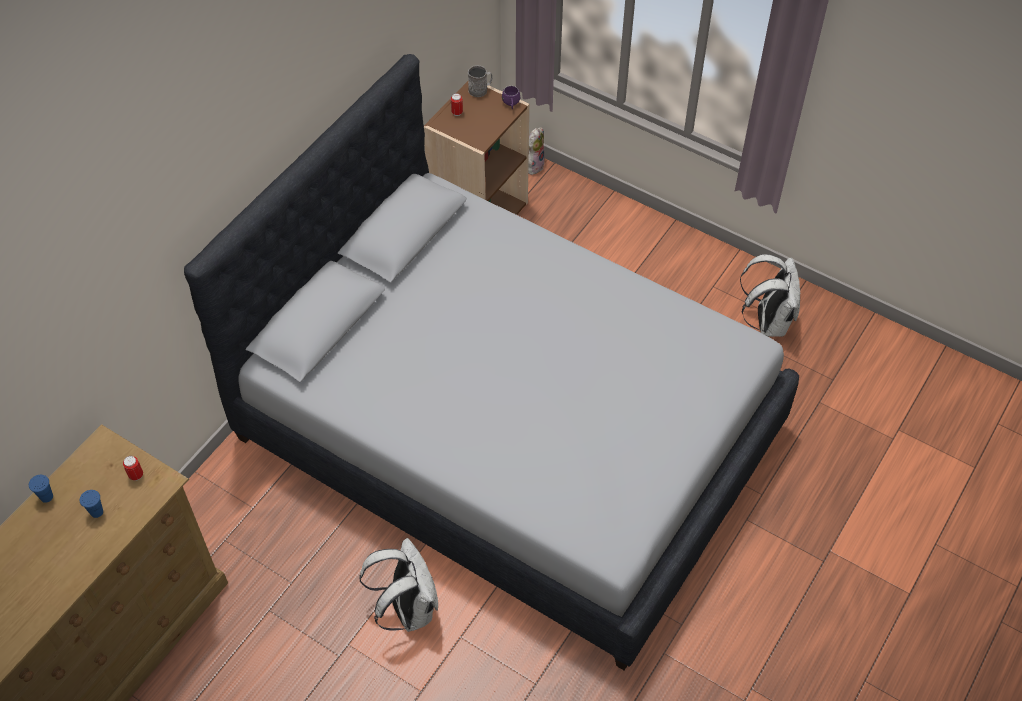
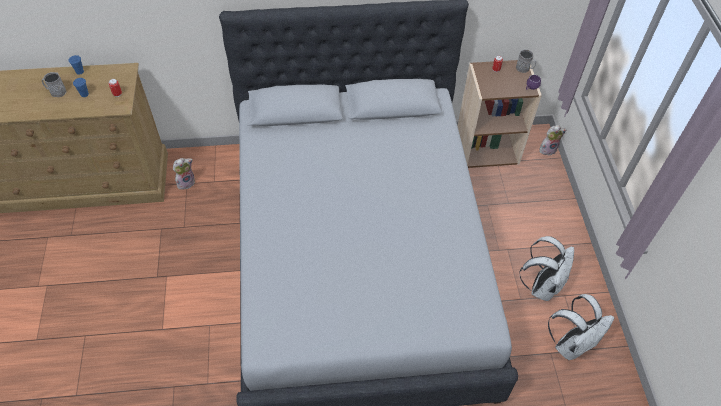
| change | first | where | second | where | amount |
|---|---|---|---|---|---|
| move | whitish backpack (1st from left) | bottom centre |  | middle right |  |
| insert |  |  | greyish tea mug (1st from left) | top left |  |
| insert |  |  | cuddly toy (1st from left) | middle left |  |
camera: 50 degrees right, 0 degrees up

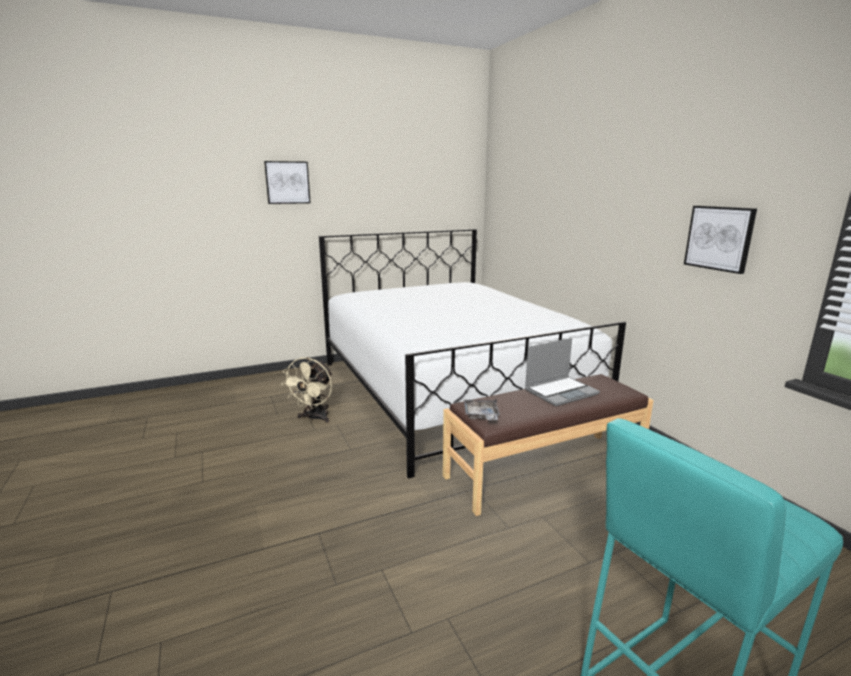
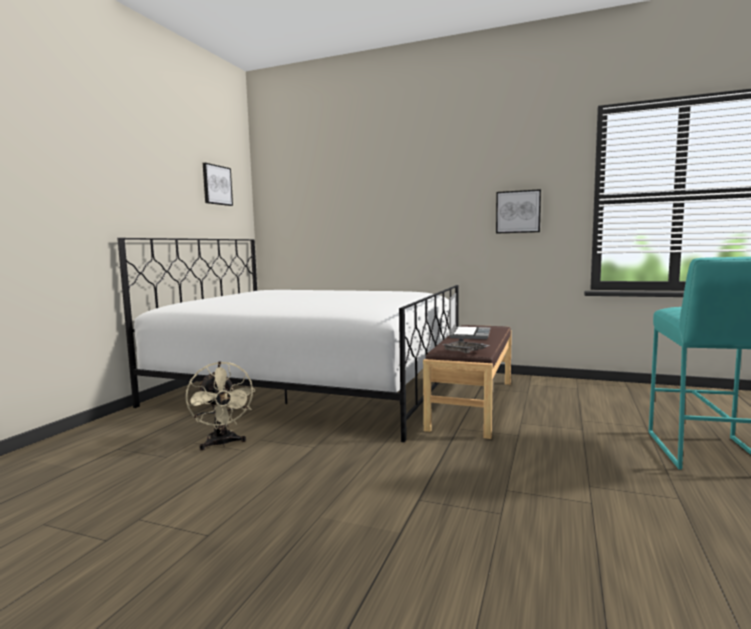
| change | first | where | second | where | amount |
|---|---|---|---|---|---|
| move | wall picture (1st from left) | top centre |  | top left |  |
camera: 45 degrees left, 10 degrees down

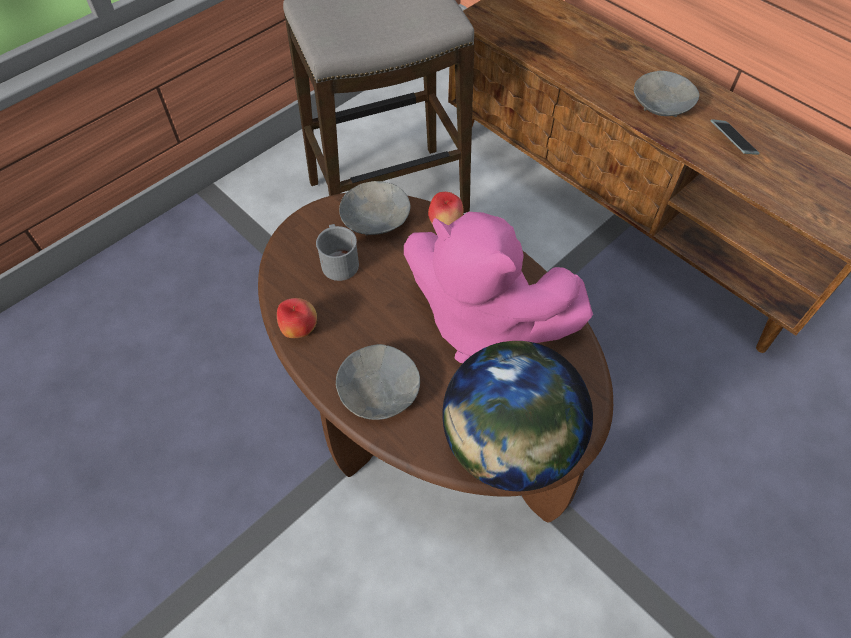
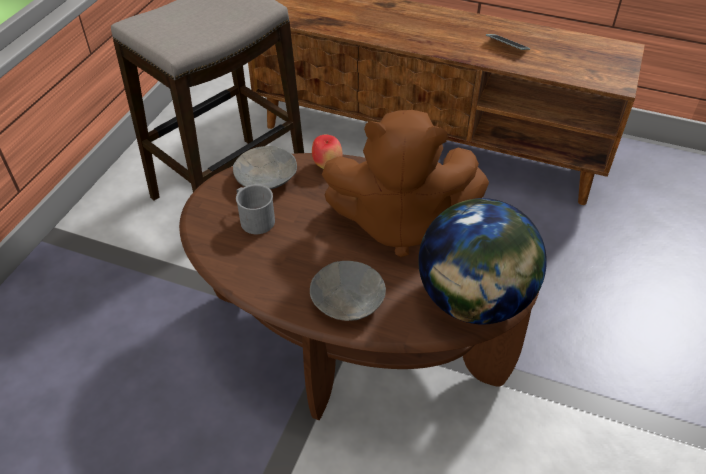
| change | first | where | second | where | amount |
|---|---|---|---|---|---|
| delete | apple (1st from left) | centre |  |  |  |
| recolor | pinkish cuddly toy | centre | brown-coloured cuddly toy | centre |  |
| delete | greyish bowl (3rd from left) | top right |  |  |  |
camera: 25 degrees left, 10 degrees down

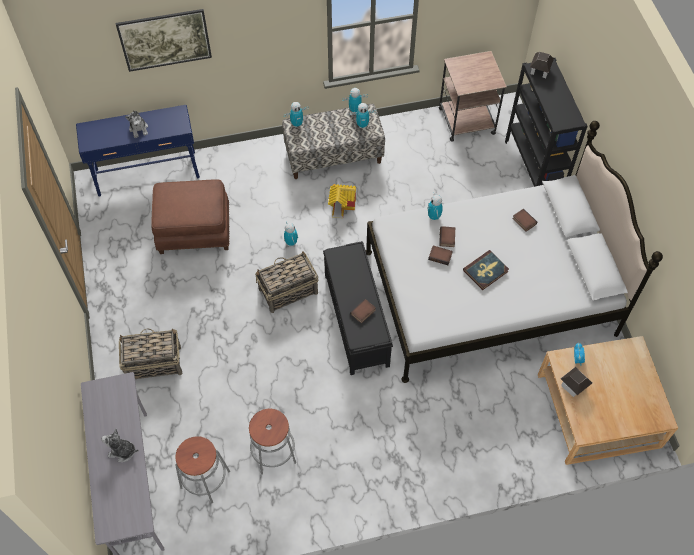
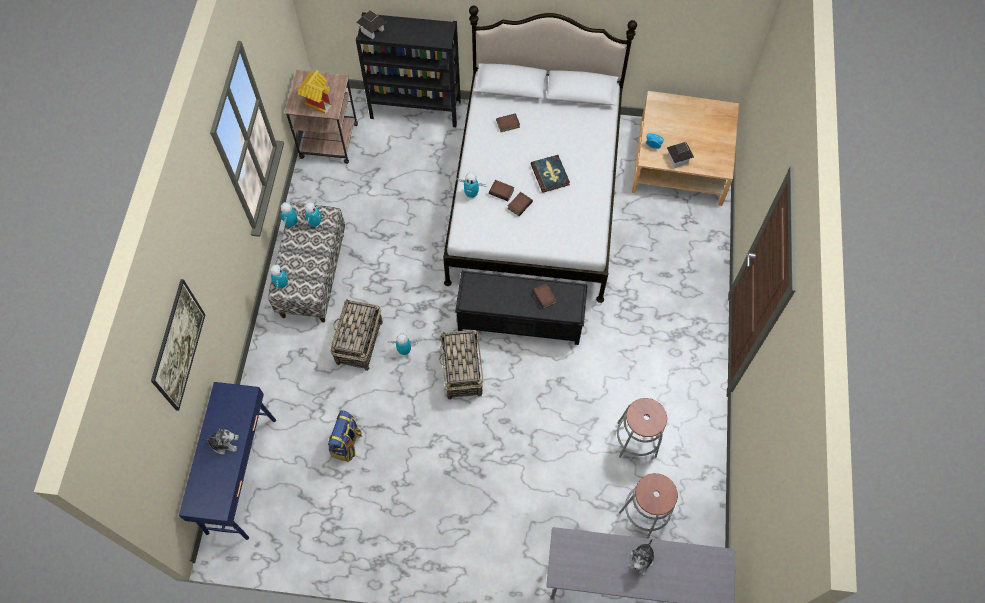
| change | first | where | second | where | amount |
|---|---|---|---|---|---|
| move | storage basket (1st from left) | middle left |  | centre |  |
| replace | brown-coloured footrest | middle left | backpack | bottom centre |  |
| move | model house (1st from left) | centre |  | top left |  |
camera: 70 degrees left, 5 degrees up

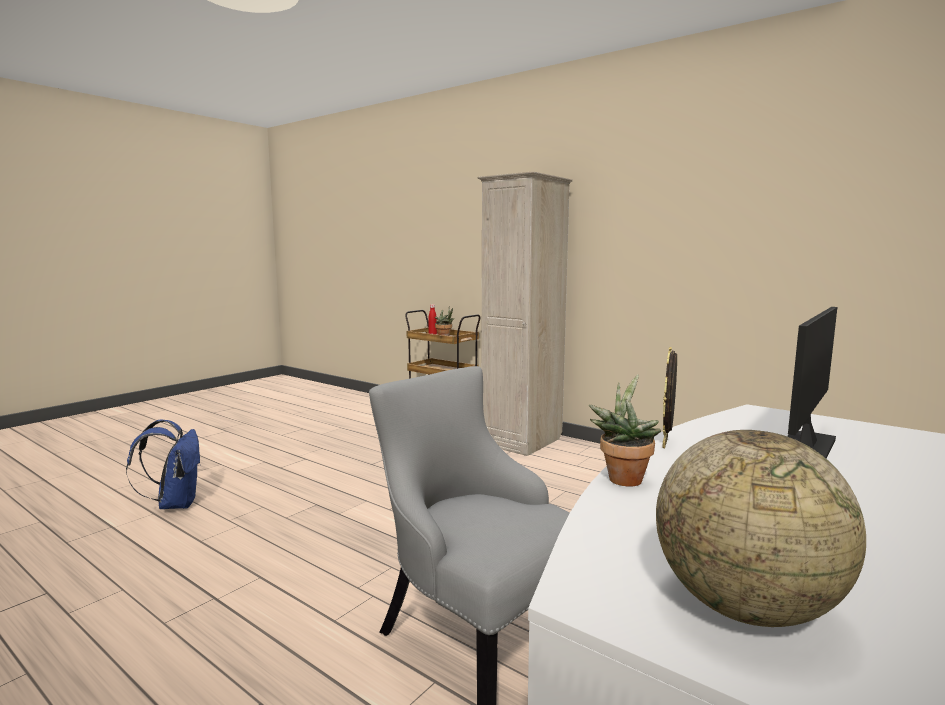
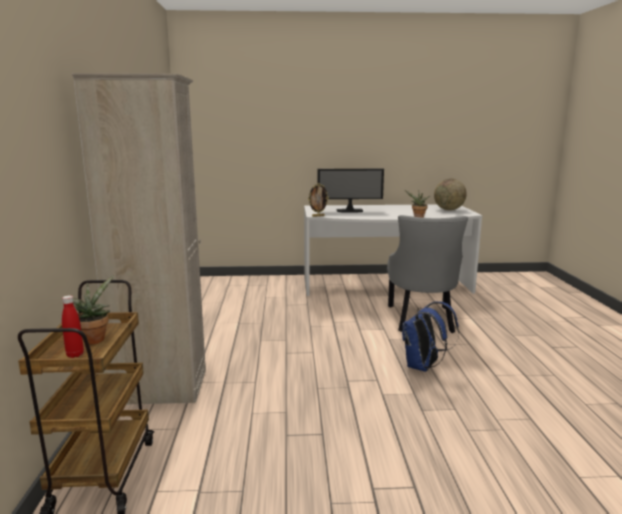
| change | first | where | second | where | amount |
|---|---|---|---|---|---|
| move | blue-coloured backpack | middle left |  | middle right |  |
| move | standing frame | middle right |  | centre |  |
camera: 130 degrees left, 5 degrees up

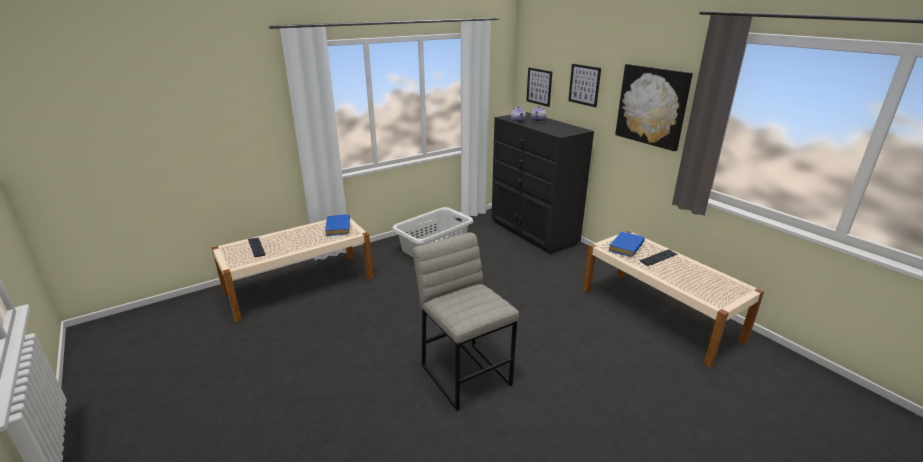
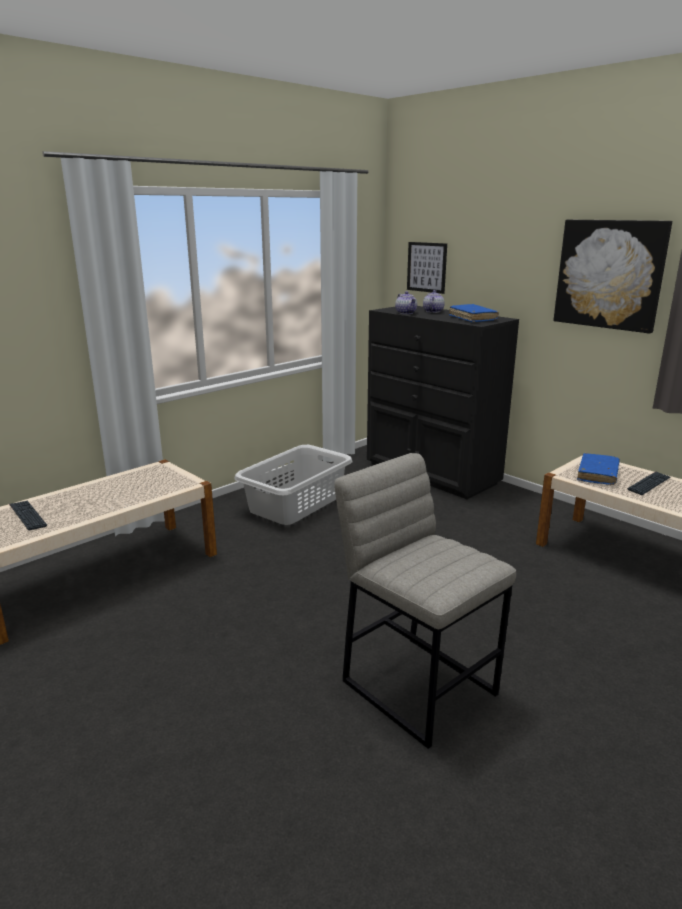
| change | first | where | second | where | amount |
|---|---|---|---|---|---|
| move | blue-coloured book (1st from left) | centre |  | middle right |  |
| delete | wall picture (2nd from left) | top centre |  |  |  |
camera: 10 degrees left, 5 degrees down

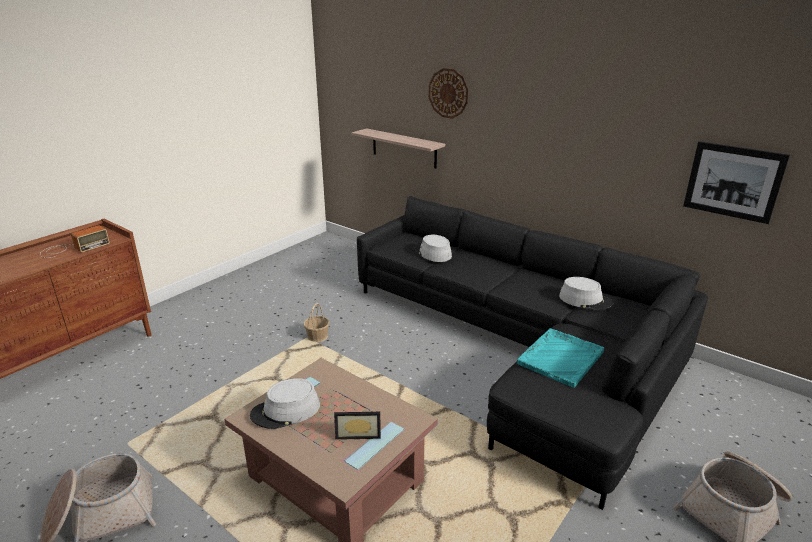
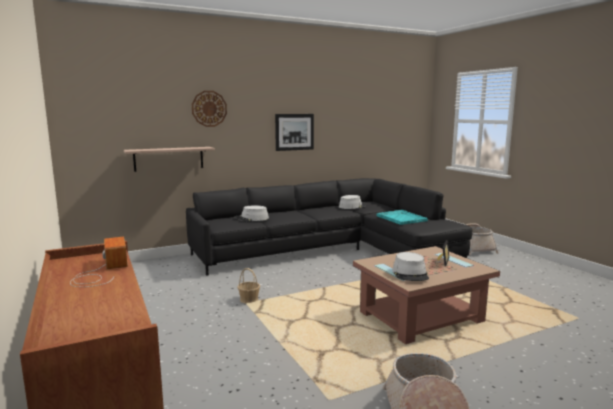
| change | first | where | second | where | amount |
|---|---|---|---|---|---|
| move | wall picture | middle right |  | top centre |  |
camera: 65 degrees left, 15 degrees down

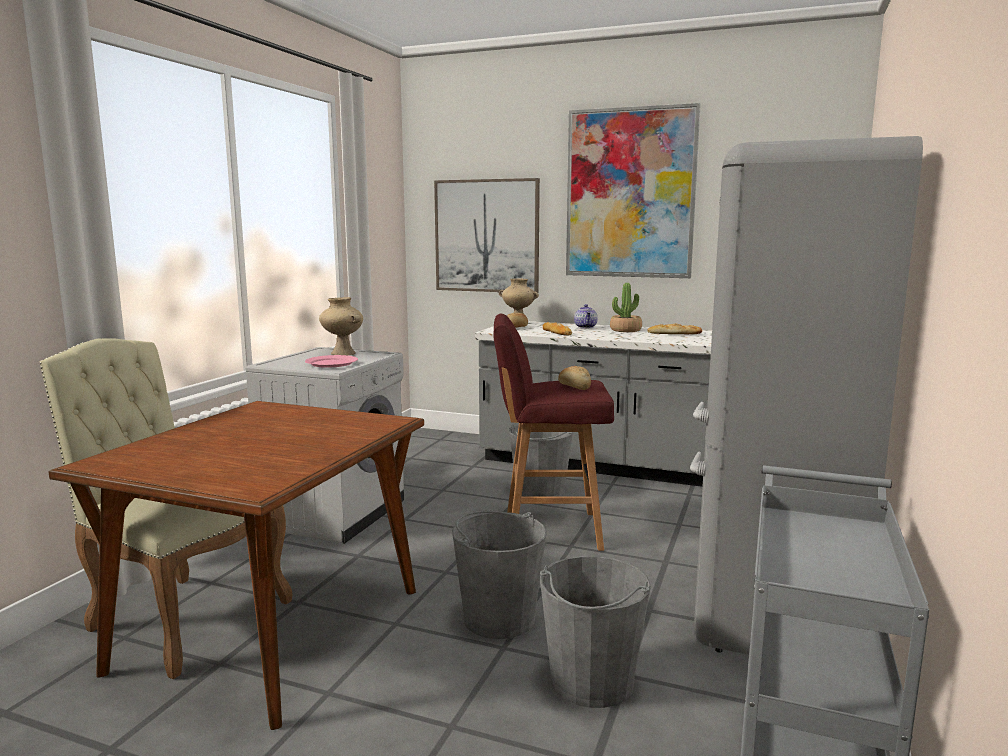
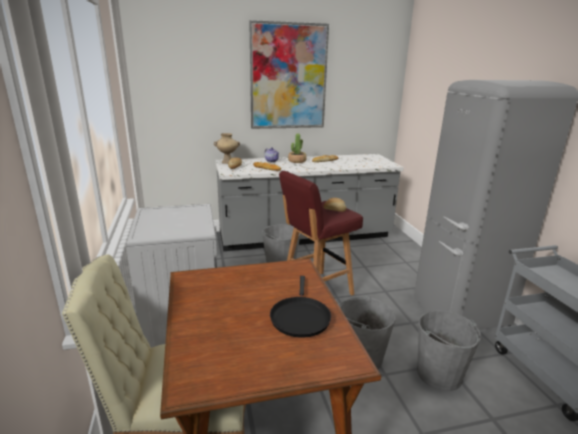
| change | first | where | second | where | amount |
|---|---|---|---|---|---|
| delete | pinkish flat dish | middle left |  |  |  |
| delete | sand-coloured flower vase (1st from left) | centre |  |  |  |
| delete | wall picture (1st from left) | top centre |  |  |  |
| insert |  |  | black pan | bottom centre |  |
camera: 35 degrees left, 10 degrees up

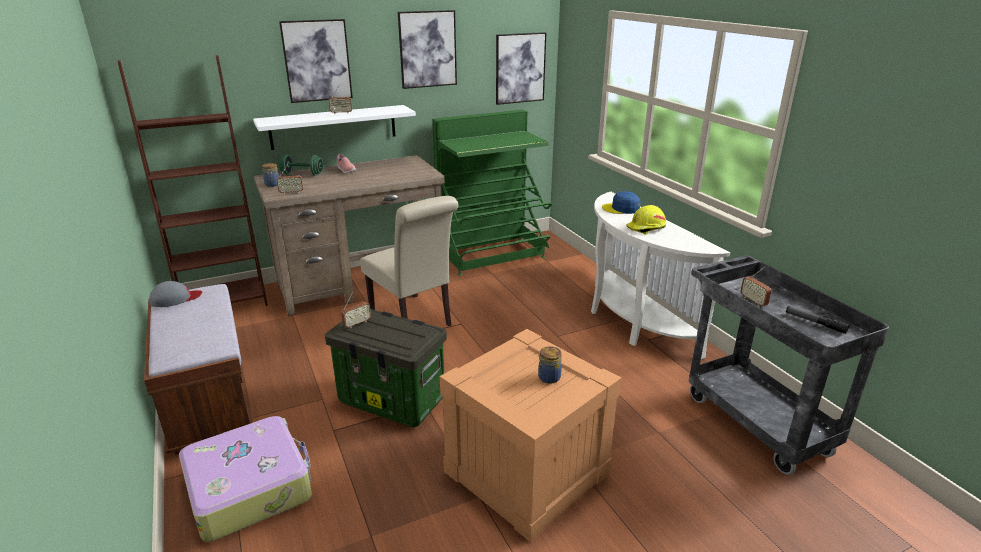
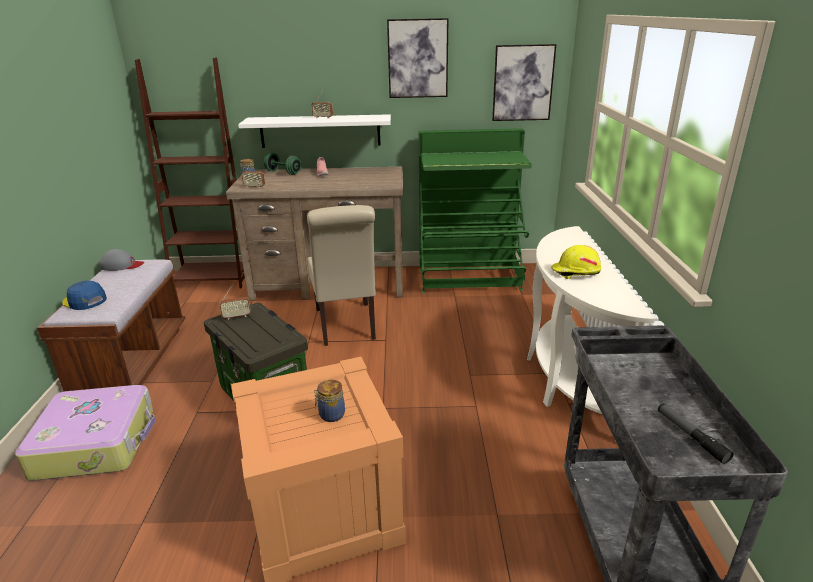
| change | first | where | second | where | amount |
|---|---|---|---|---|---|
| delete | wall picture (1st from left) | top left |  |  |  |
| move | blue-coloured baseball cap | centre |  | middle left |  |
| delete | radio set (4th from left) | middle right |  |  |  |
camera: 25 degrees right, 0 degrees up

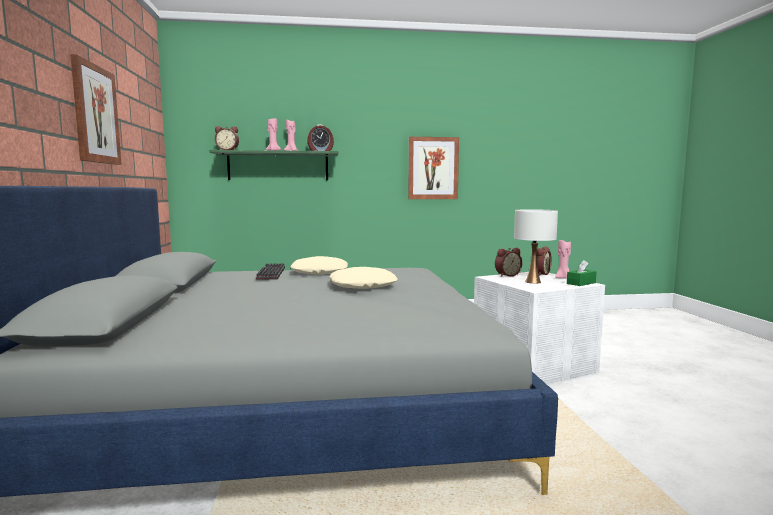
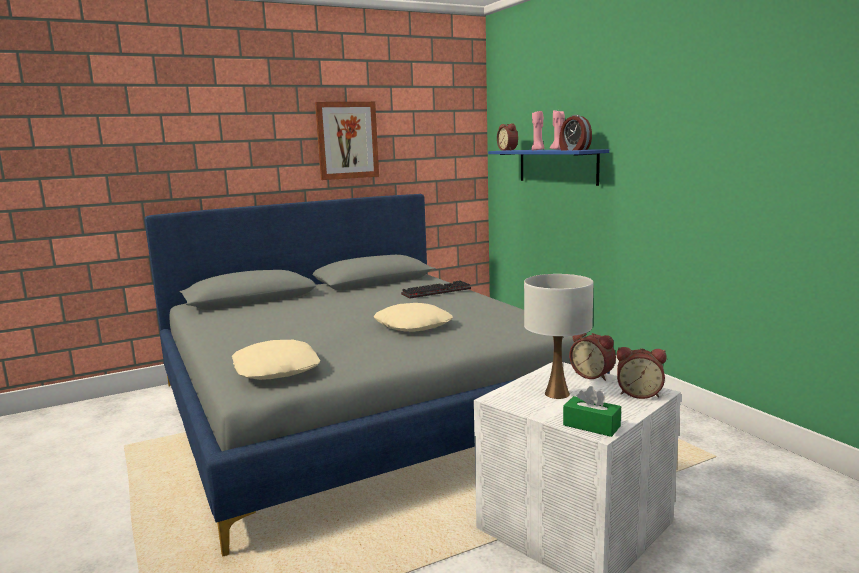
| change | first | where | second | where | amount |
|---|---|---|---|---|---|
| recolor | green-coloured bracket shelf | top centre | blue-coloured bracket shelf | top centre |  |
| move | sand-coloured pillow (1st from left) | centre |  | middle left |  |
| delete | wall picture (2nd from left) | top centre |  |  |  |
| delete | pinkish wax candle (3rd from left) | middle right |  |  |  |
camera: 70 degrees right, 5 degrees up

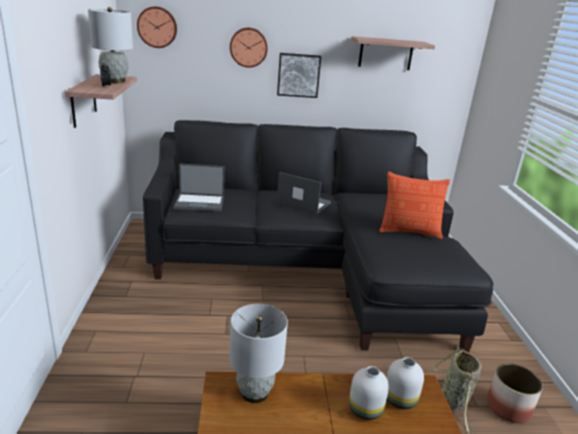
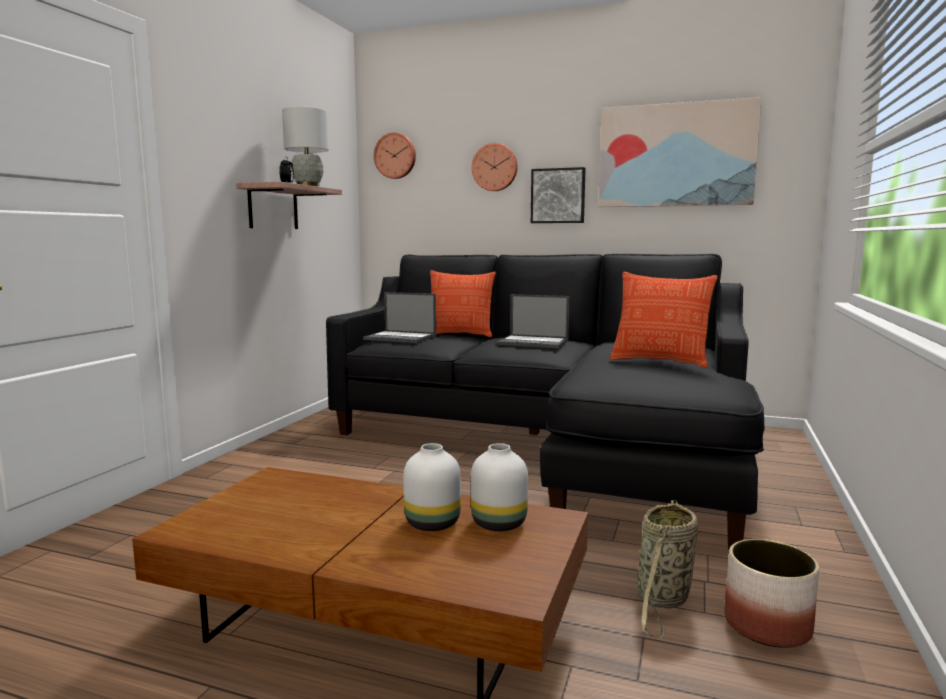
| change | first | where | second | where | amount |
|---|---|---|---|---|---|
| delete | whitish lamp for a table (2nd from left) | bottom centre |  |  |  |
| rotate | notebook computer (2nd from left) | centre |  | centre | 150 degrees clockwise |
| replace | bracket shelf (2nd from left) | top right | wall picture (2nd from left) | top right |  |
| insert |  |  | orange-coloured pillow (1st from left) | centre |  |
camera: 25 degrees right, 15 degrees down

